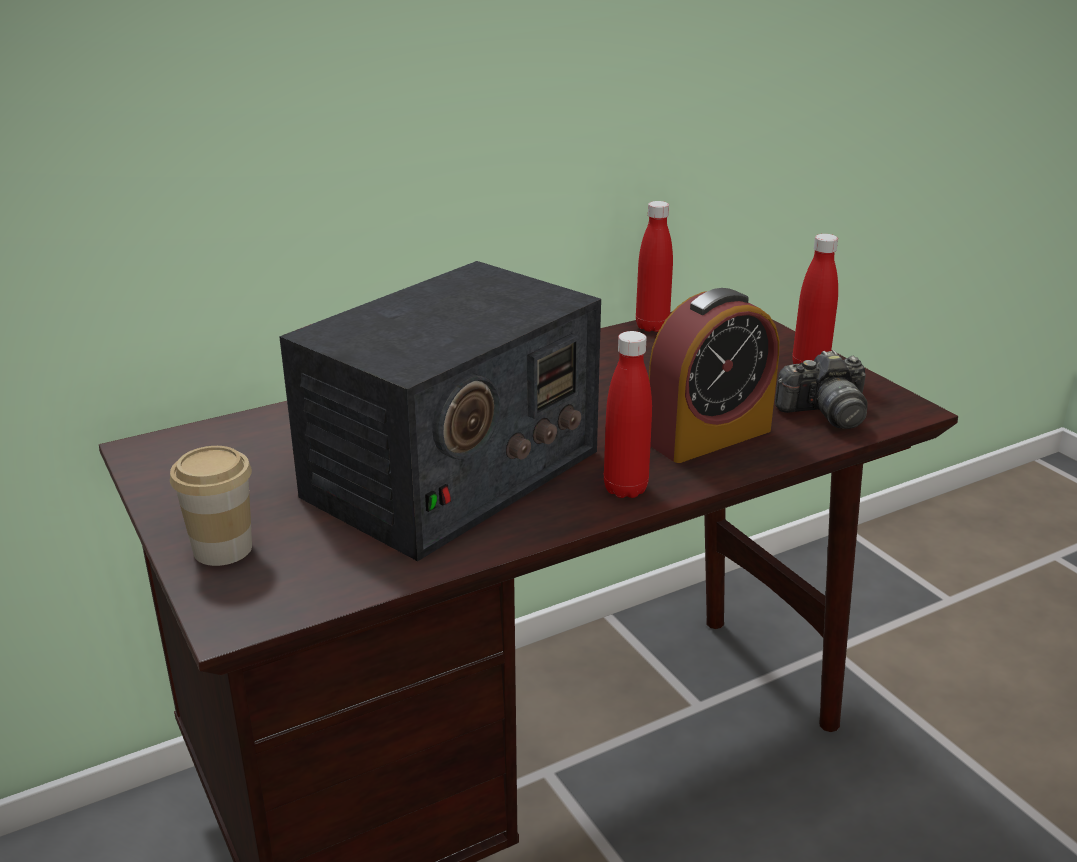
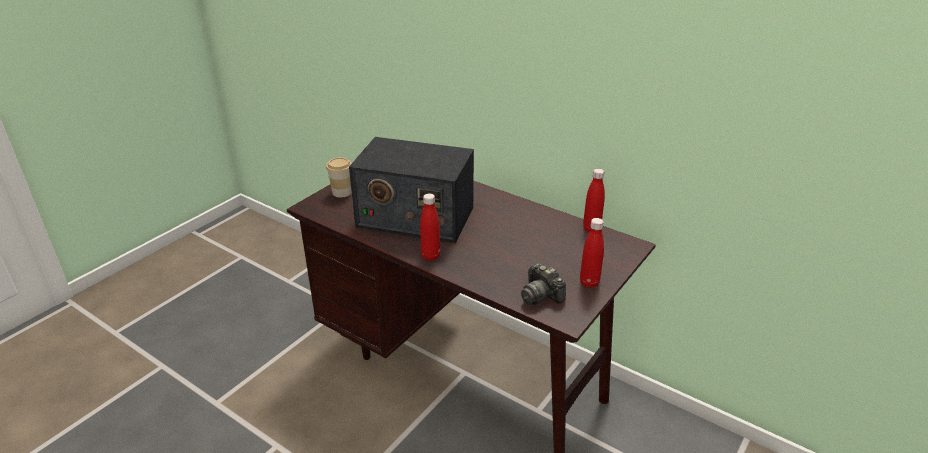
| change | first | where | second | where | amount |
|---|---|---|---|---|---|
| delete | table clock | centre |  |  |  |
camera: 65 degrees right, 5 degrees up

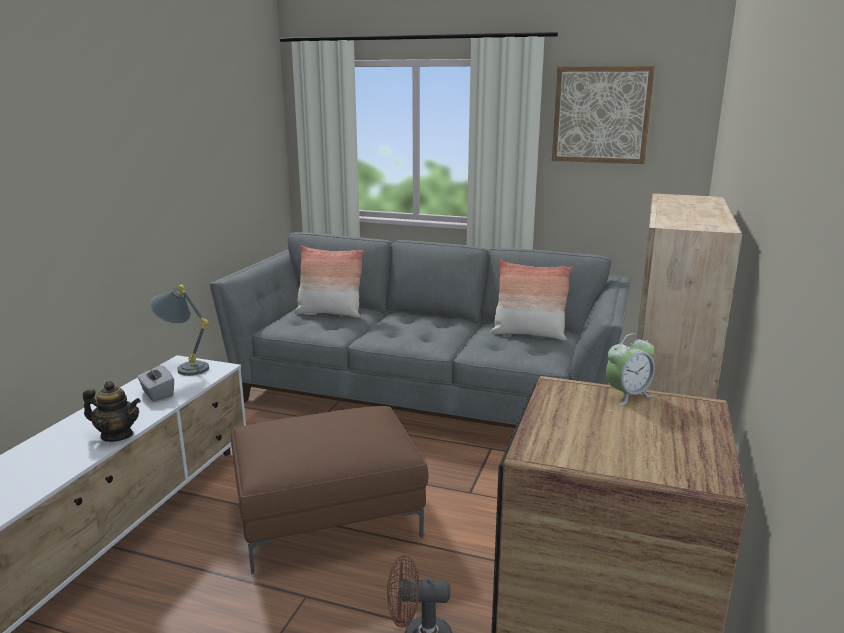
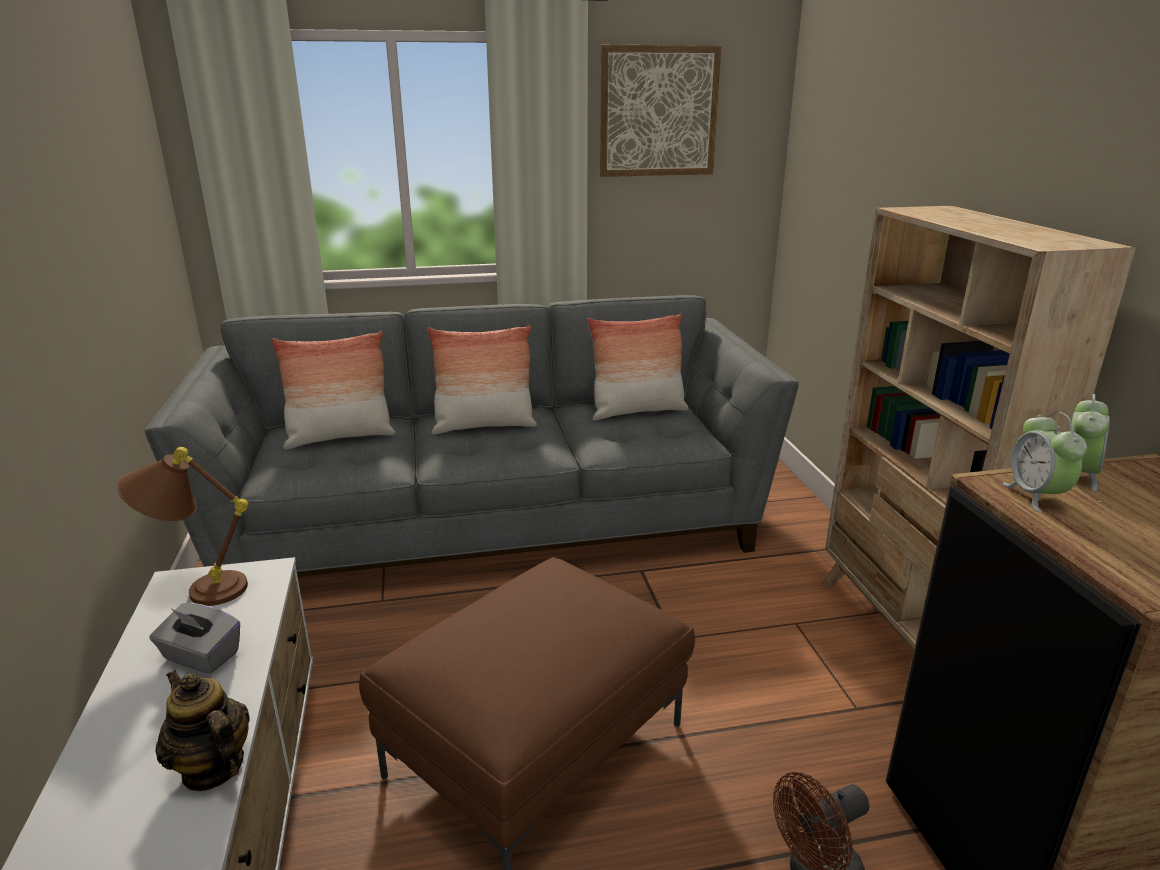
| change | first | where | second | where | amount |
|---|---|---|---|---|---|
| rotate | pot for tea | middle left |  | bottom left | 120 degrees counterclockwise |
| recolor | greyish lamp for a table | middle left | brown-coloured lamp for a table | middle left |  |
| insert |  |  | pillow (2nd from left) | centre |  |
| insert |  |  | table clock (1st from left) | middle right |  |
camera: 30 degrees left, 5 degrees up

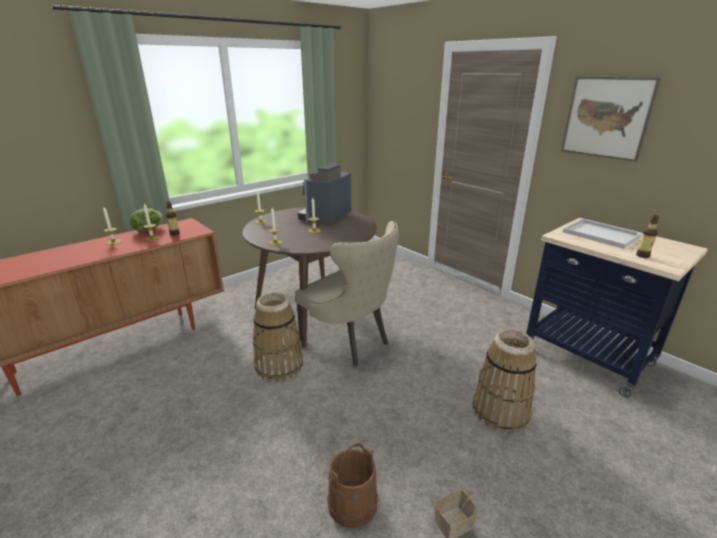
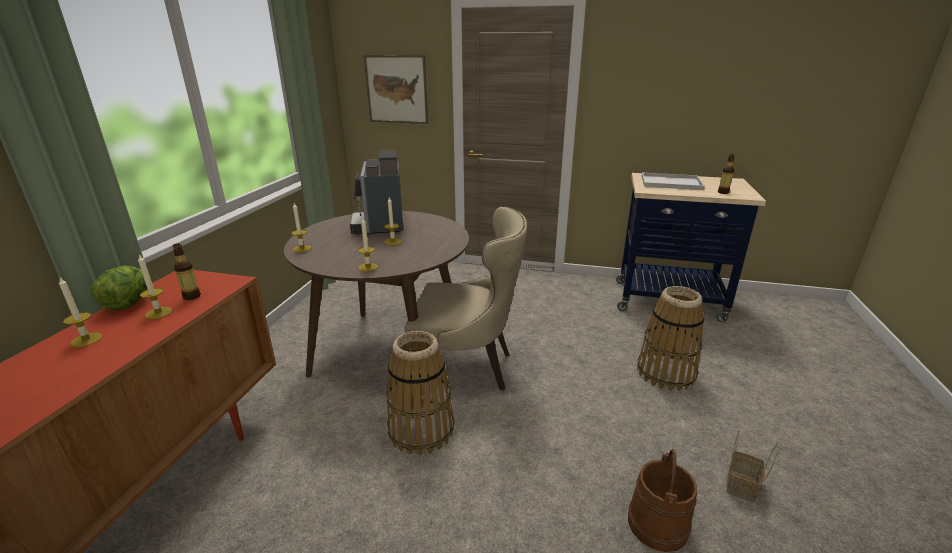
| change | first | where | second | where | amount |
|---|---|---|---|---|---|
| move | wall picture | top right |  | top centre |  |
camera: 35 degrees left, 0 degrees up

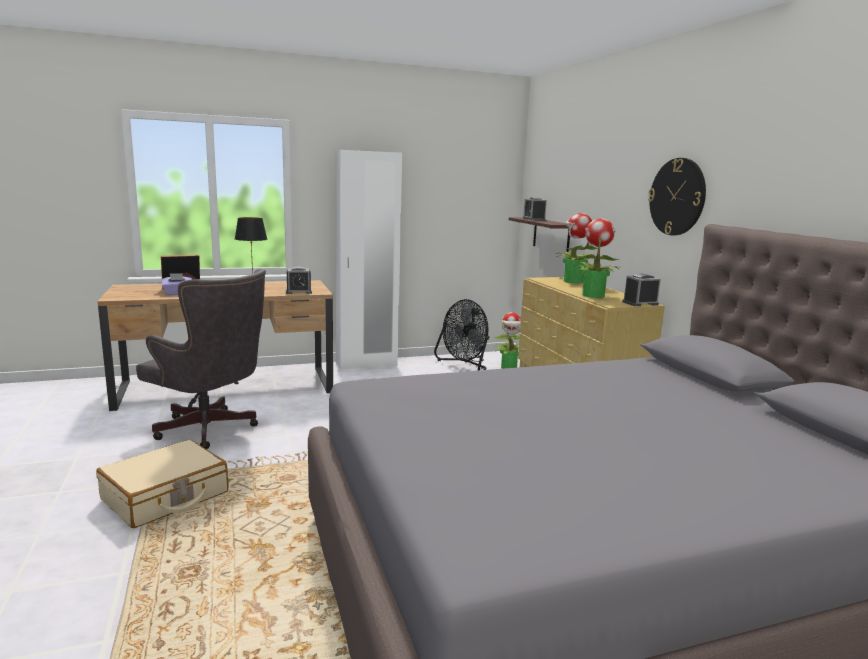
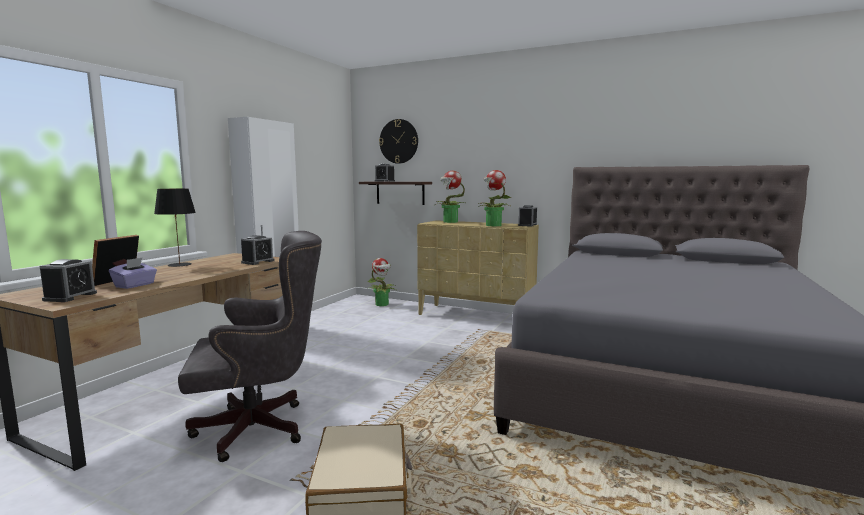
| change | first | where | second | where | amount |
|---|---|---|---|---|---|
| delete | black cooling fan | centre |  |  |  |
| move | wall clock | top right |  | top centre |  |
| insert |  |  | table clock (1st from left) | middle left |  |
camera: 45 degrees left, 5 degrees down

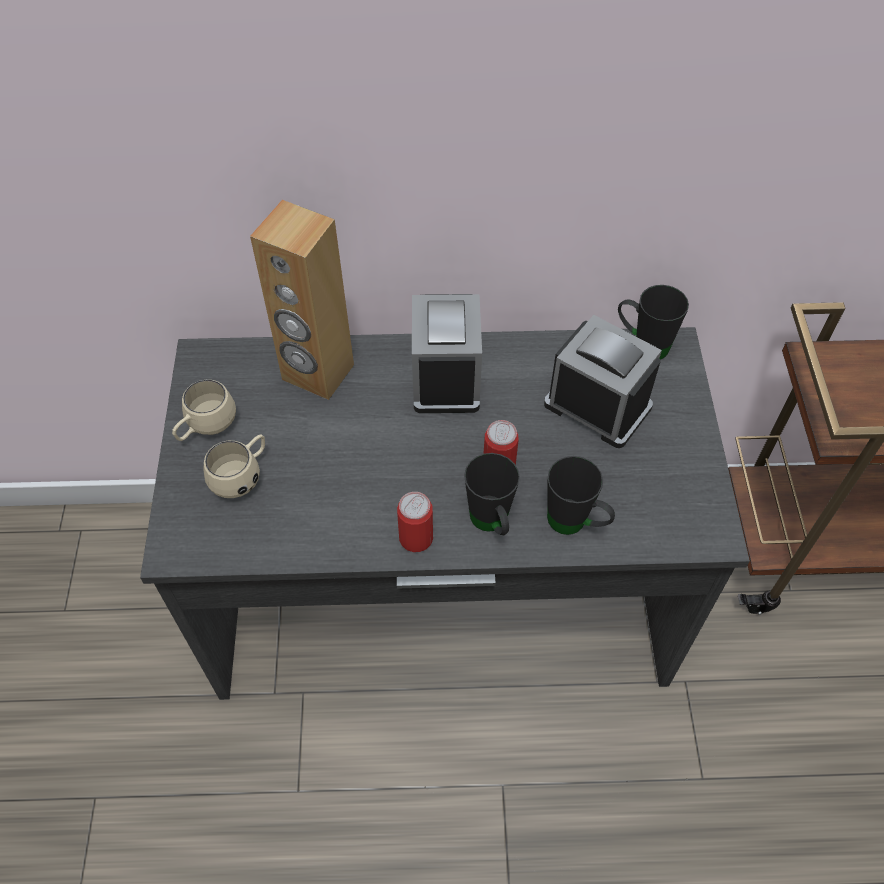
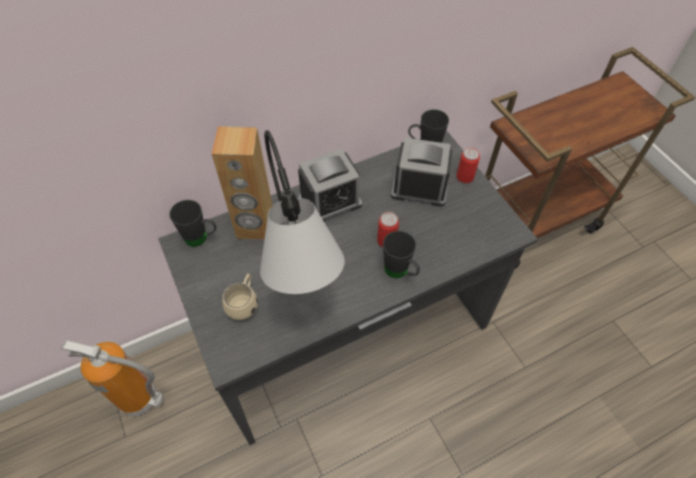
| change | first | where | second | where | amount |
|---|---|---|---|---|---|
| delete | sand-coloured tea mug (1st from left) | middle left |  |  |  |
| move | sealed can (1st from left in the first image) | centre | sealed can (2nd from left) | middle right |  |
| rotate | table clock (1st from left) | centre |  | centre | 90 degrees counterclockwise |
| move | black tea mug (2nd from left in the first image) | centre | black tea mug (1st from left) | middle left |  |
| insert |  |  | extinguisher | bottom left |  |
| insert |  |  | lamp for a table | centre |  |
camera: 25 degrees left, 0 degrees up

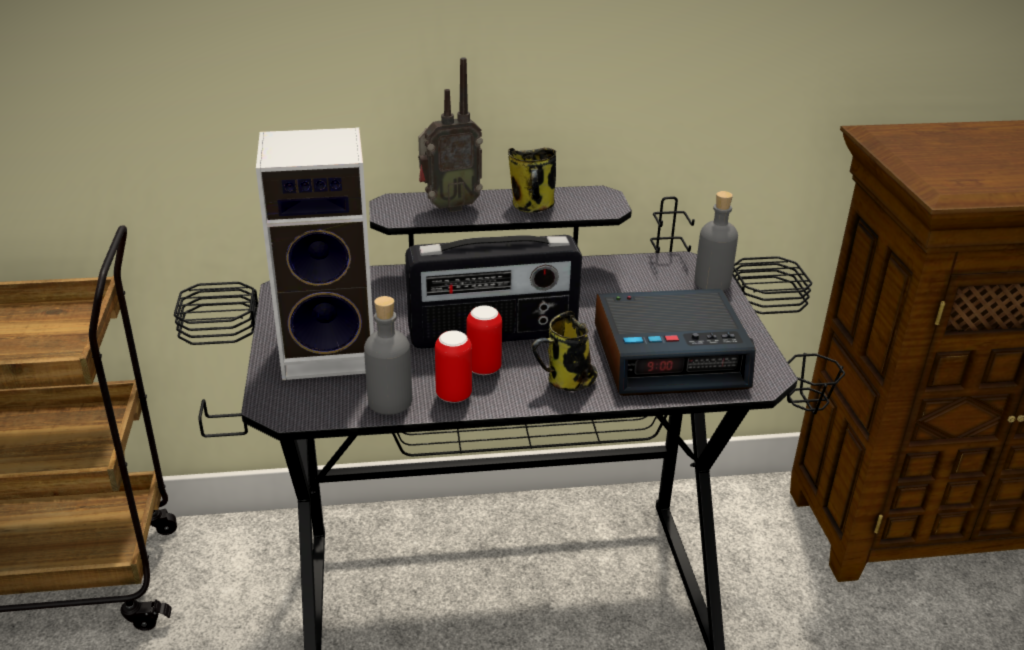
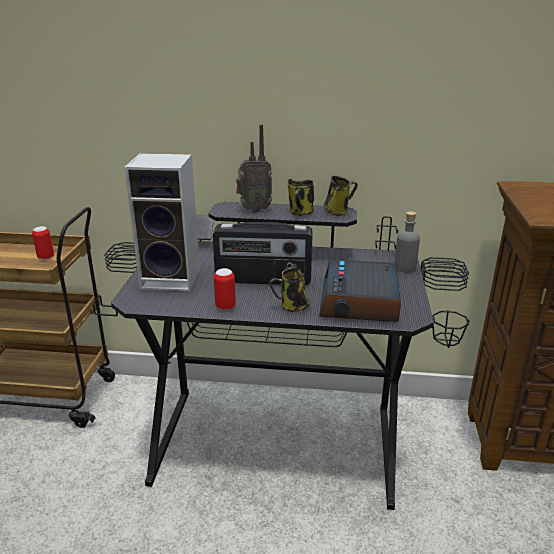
| change | first | where | second | where | amount |
|---|---|---|---|---|---|
| delete | greyish drink bottle (1st from left) | centre |  |  |  |
| move | sealed can (2nd from left in the first image) | centre | sealed can (1st from left) | middle left |  |
| rotate | table clock | centre |  | centre | 90 degrees clockwise |
| insert |  |  | tea mug (3rd from left) | centre |  |
camera: 15 degrees right, 5 degrees down

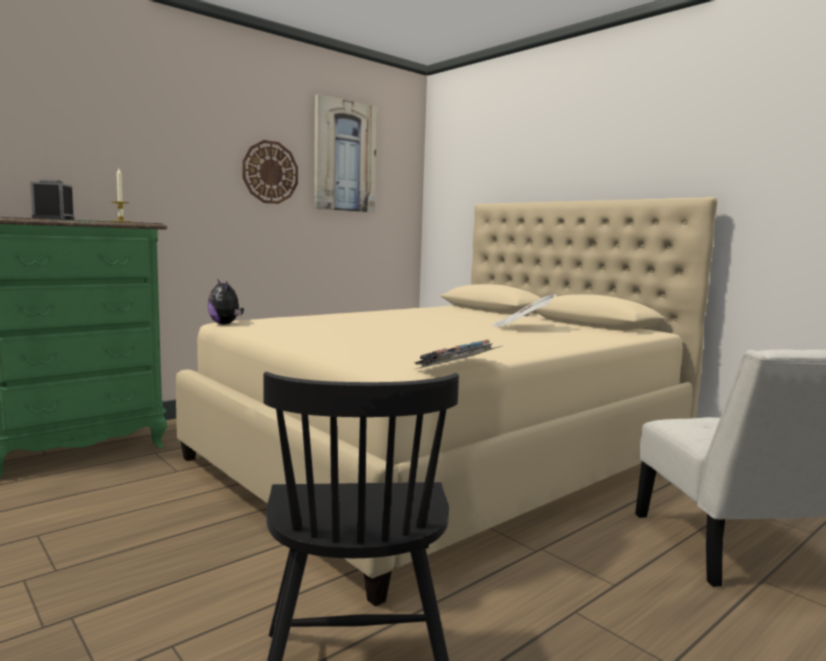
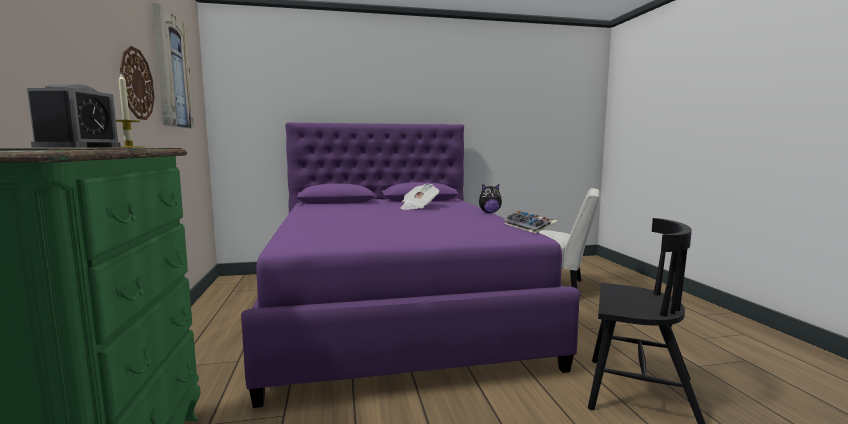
| change | first | where | second | where | amount |
|---|---|---|---|---|---|
| rotate | table clock | top left |  | top left | 105 degrees counterclockwise |
| recolor | sand-coloured bed | centre | purple-coloured bed | centre |  |
| move | cuddly toy | middle left |  | centre |  |
camera: 60 degrees left, 0 degrees up

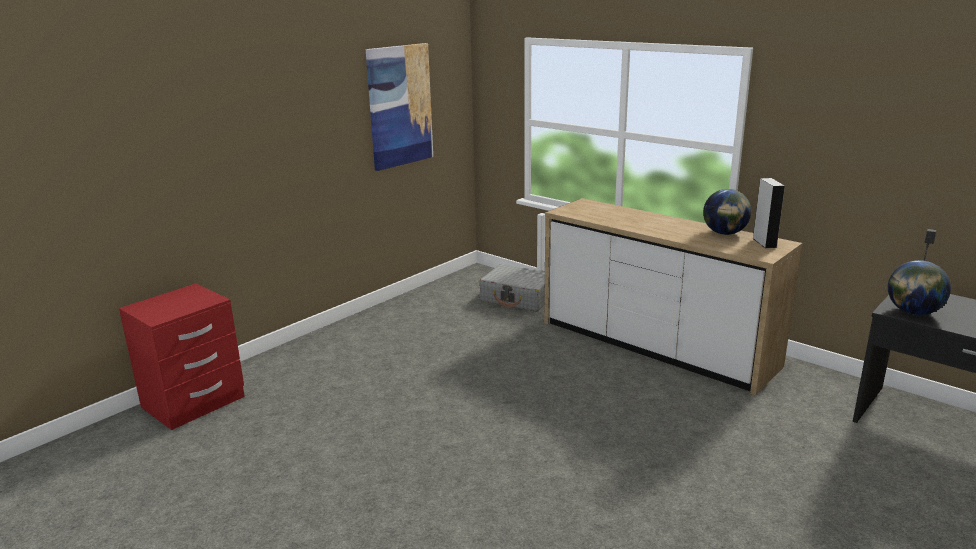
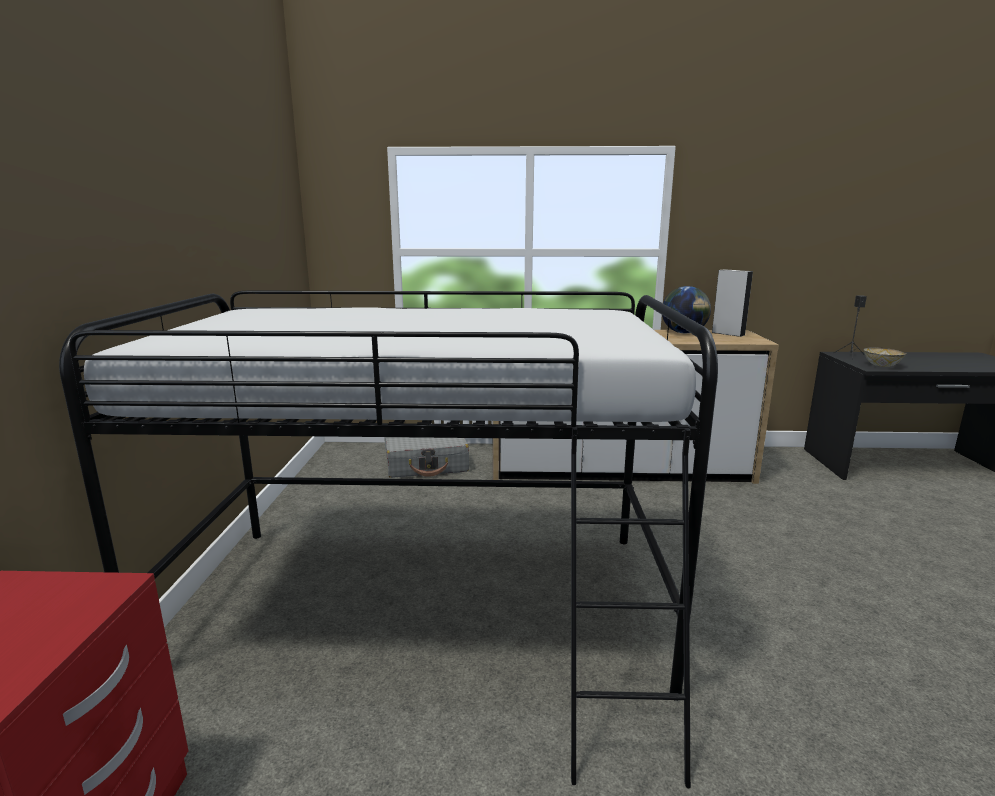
| change | first | where | second | where | amount |
|---|---|---|---|---|---|
| delete | wall picture | top centre |  |  |  |
| replace | world globe (2nd from left) | middle right | bowl | middle right |  |
| insert |  |  | black bed | bottom centre |  |
camera: 40 degrees left, 5 degrees down

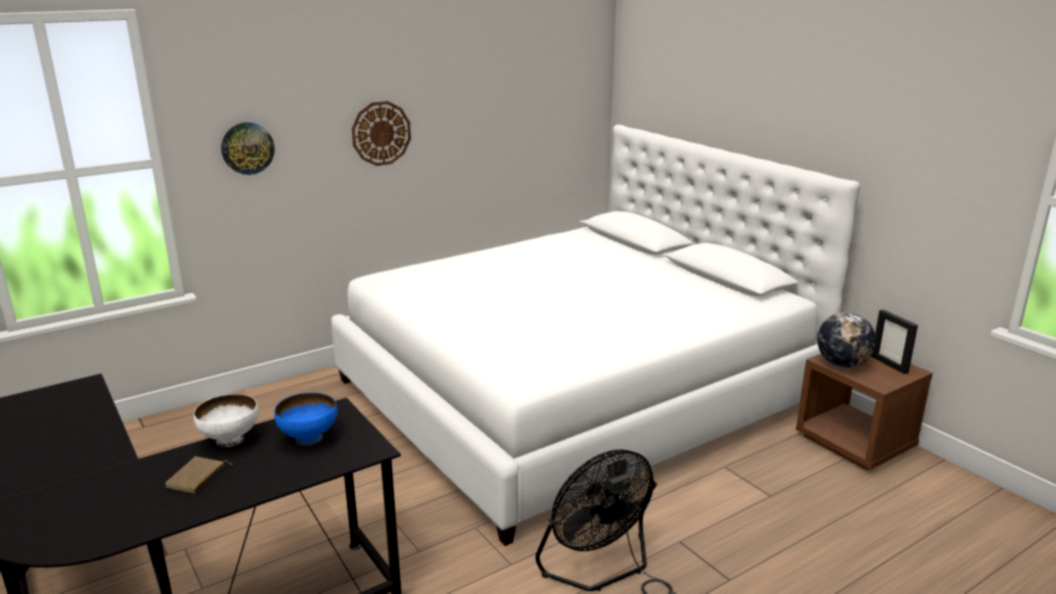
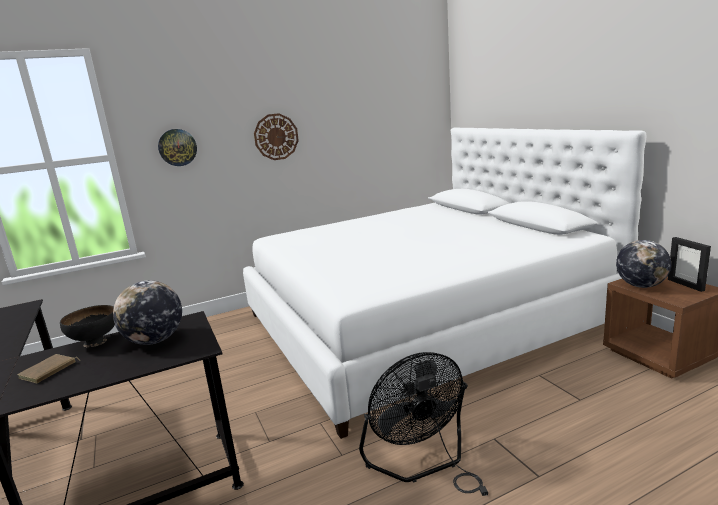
| change | first | where | second | where | amount |
|---|---|---|---|---|---|
| recolor | whitish bowl | bottom left | black bowl | middle left |  |
| replace | blue-coloured bowl | bottom left | world globe (1st from left) | middle left |  |
camera: 10 degrees right, 5 degrees down

